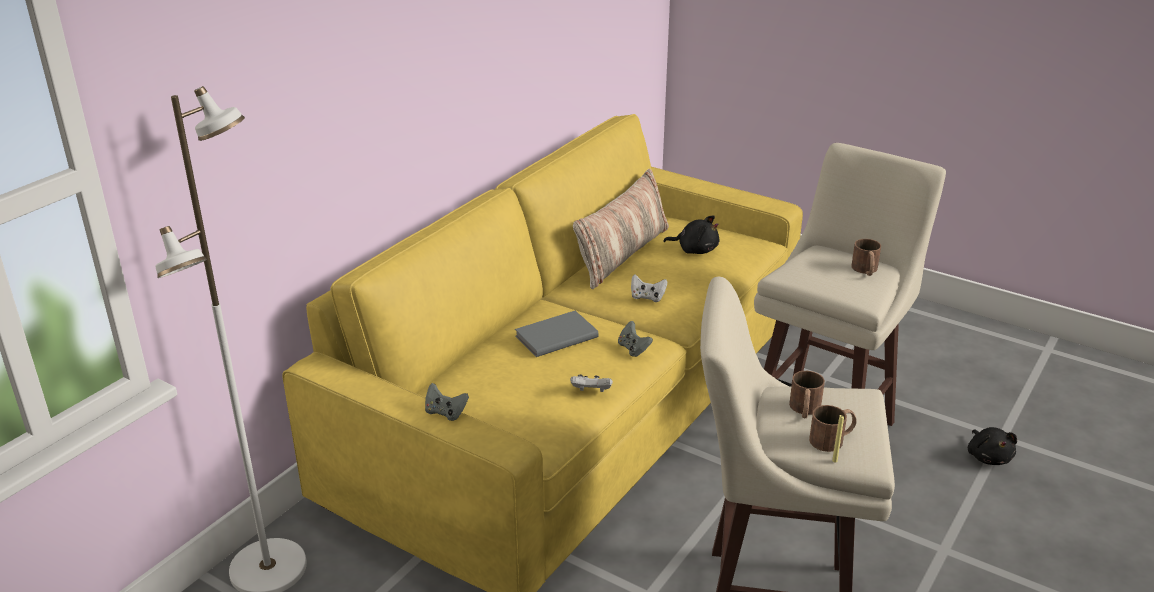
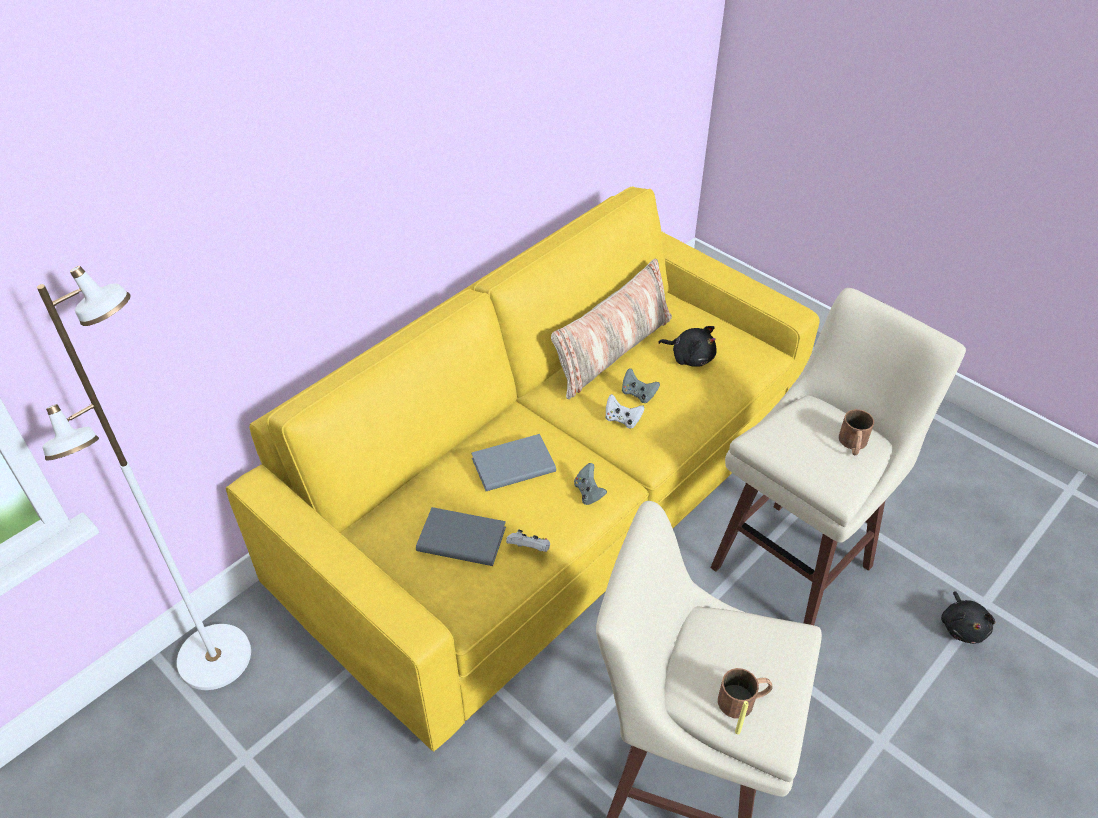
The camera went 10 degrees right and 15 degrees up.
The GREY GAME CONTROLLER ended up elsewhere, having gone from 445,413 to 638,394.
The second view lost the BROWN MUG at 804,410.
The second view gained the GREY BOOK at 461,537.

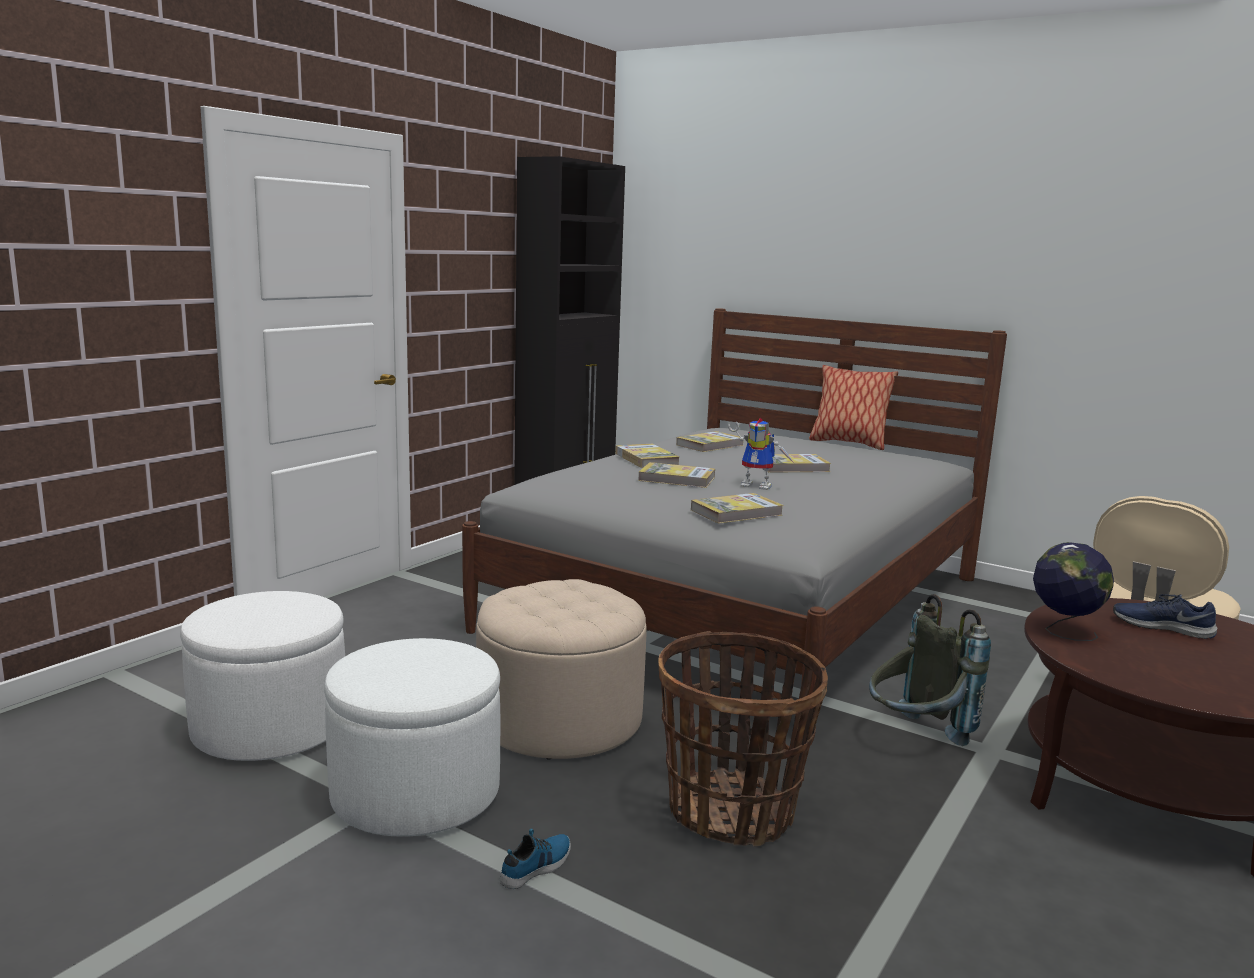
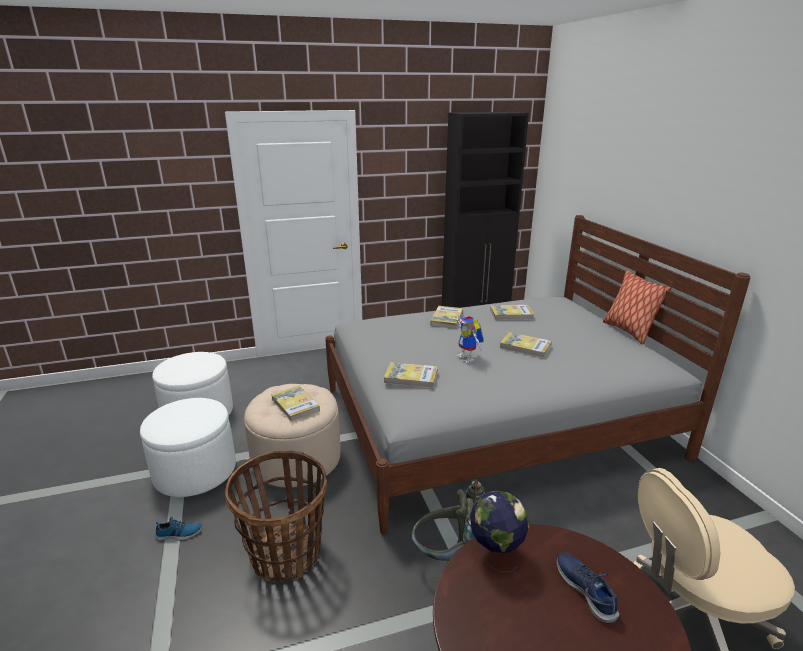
The camera went 40 degrees right and 10 degrees up.
The BOOK ended up elsewhere, having gone from 677,479 to 295,405.

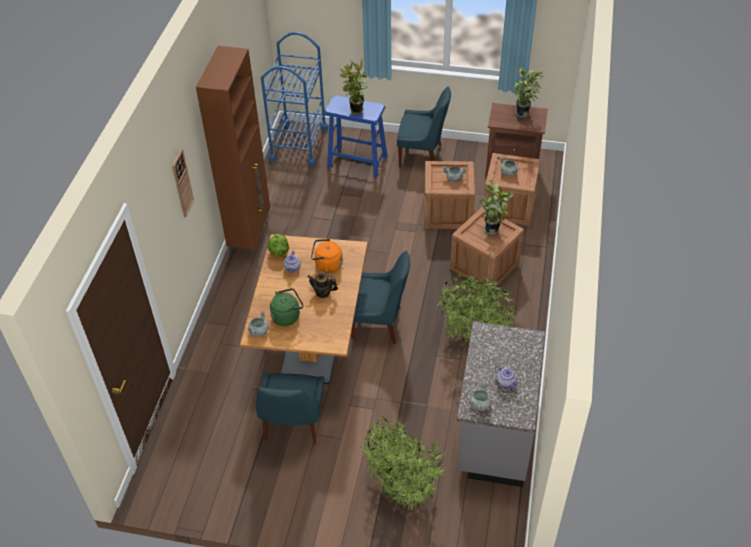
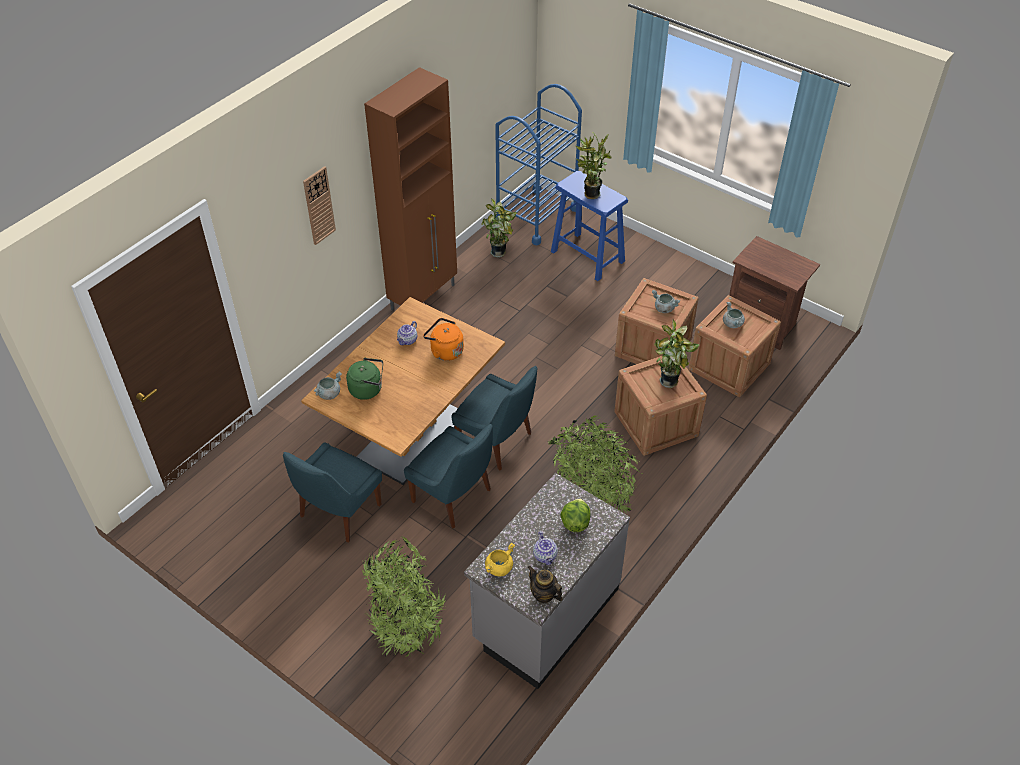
The camera went 25 degrees right and 0 degrees up.
The LETTUCE ended up elsewhere, having gone from 279,251 to 575,523.
The TEAPOT ended up elsewhere, having gone from 323,292 to 544,594.
The BLUE CHAIR ended up elsewhere, having gone from 422,156 to 454,497.
What was the GREY COOKING POT at 479,404 turned into the YELLOW COOKING POT at 499,567.
The POTTED PLANT ended up elsewhere, having gone from 523,113 to 500,253.

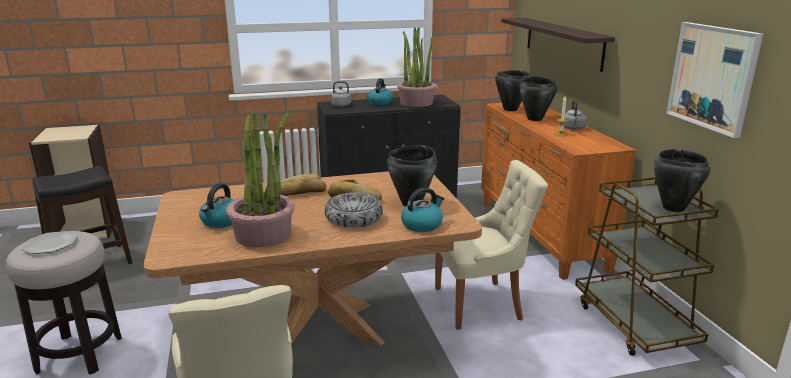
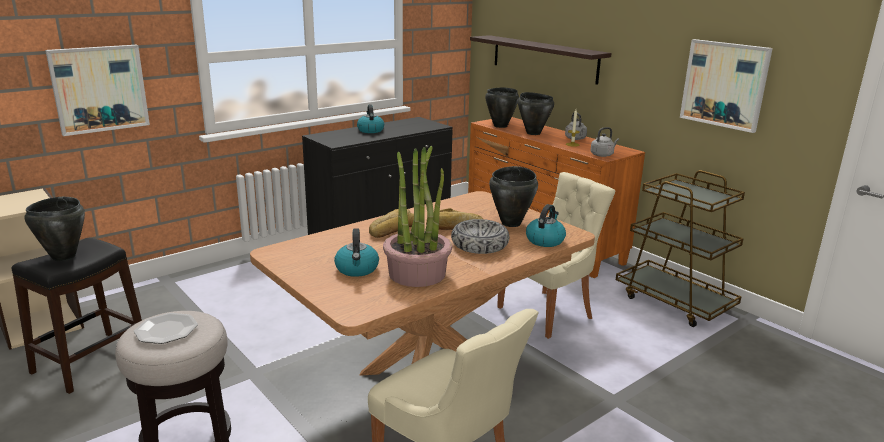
The camera went 25 degrees left and 0 degrees up.
The GREY KETTLE ended up elsewhere, having gone from 342,105 to 602,155.
The second view lost the POTTED PLANT at 416,102.
The BLACK COOKING POT ended up elsewhere, having gone from 673,208 to 63,257.
The second view gained the PICTURE at 99,89.

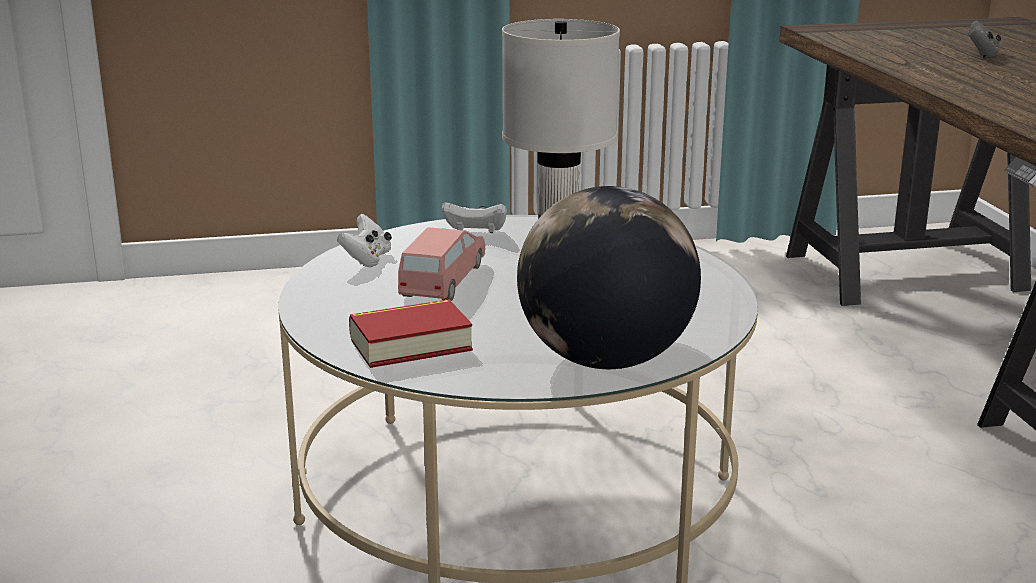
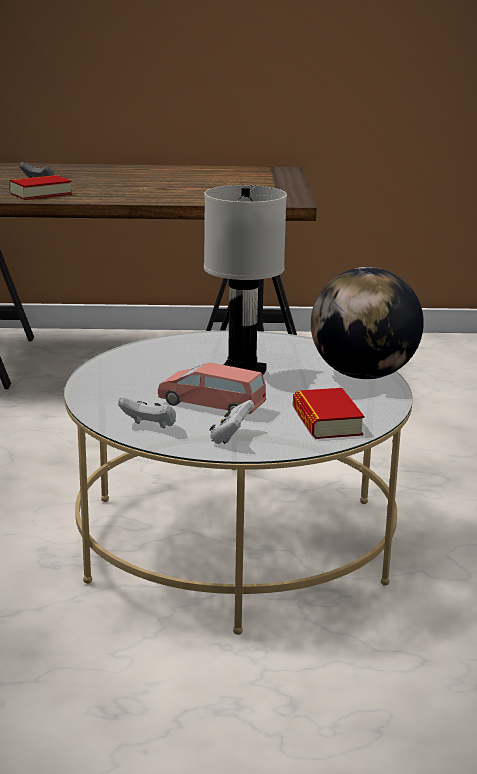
The camera went 80 degrees left and 0 degrees up.
The WHITE GAME CONTROLLER ended up elsewhere, having gone from 475,233 to 231,438.
The second view gained the BOOK at 40,194.

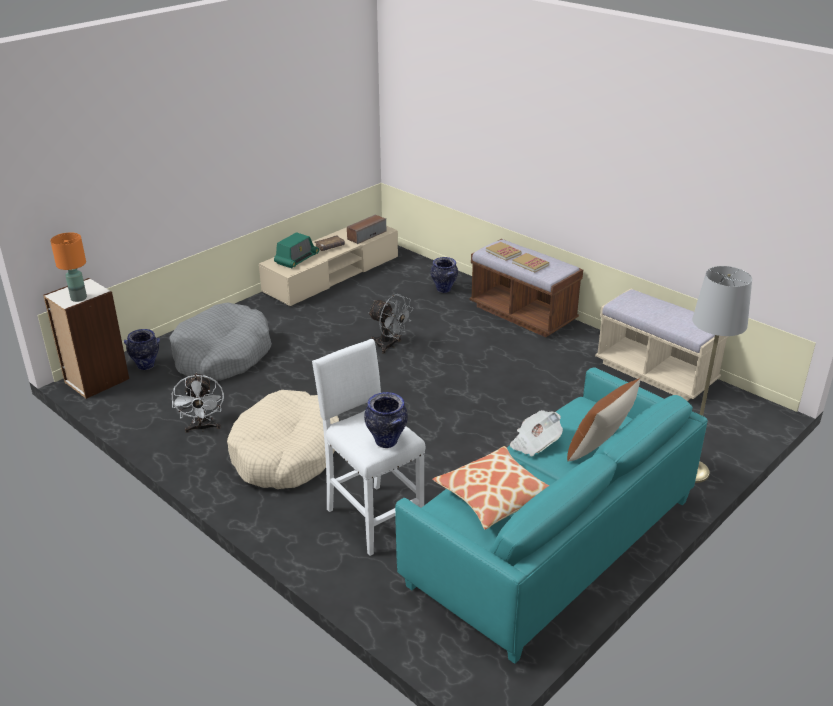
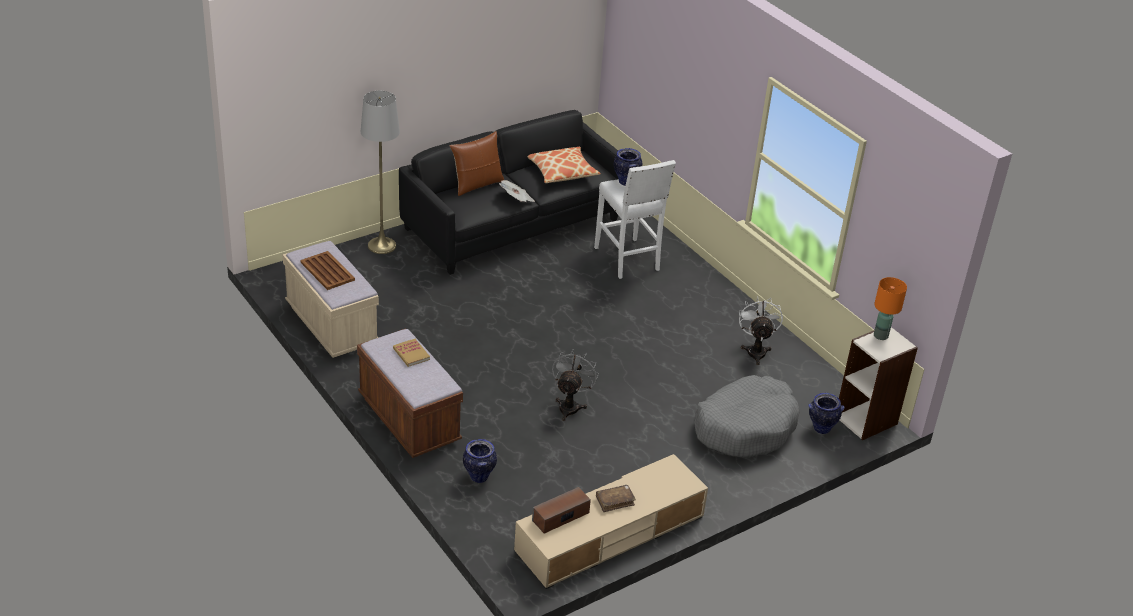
The camera went 170 degrees left and 5 degrees up.
The second view lost the BEIGE DOG BED at 286,453.
The second view lost the RADIO at 296,259.
The GREY FAN at 389,346 ended up facing another way, 60 degrees clockwise from before.
What was the TURQUOISE SOFA at 551,541 turned into the BLACK SOFA at 513,224.
The second view lost the BOOK at 503,252.
The second view gained the BROWN TRAY at 327,271.

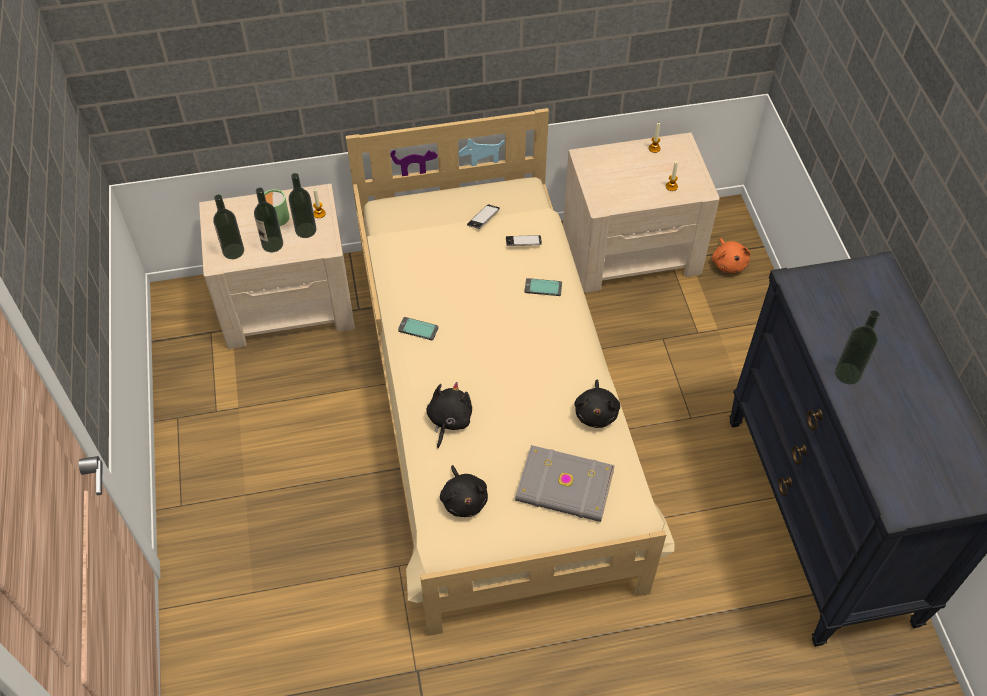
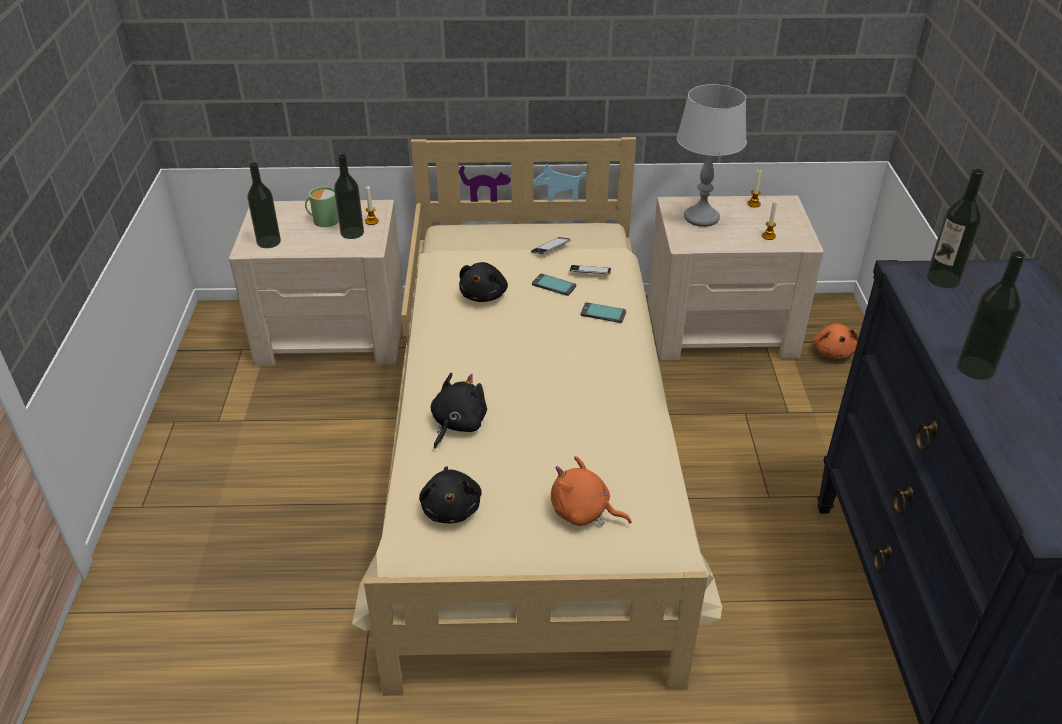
The camera went 10 degrees right and 15 degrees down.
The BOTTLE ended up elsewhere, having gone from 272,244 to 943,279.
The PHONE ended up elsewhere, having gone from 418,329 to 553,285.
Where the GREY BOOK stood at 565,488, the ORANGE PLUSH TOY came to stand at 583,512.
The BLACK PLUSH TOY ended up elsewhere, having gone from 596,412 to 484,295.
The second view gained the GREY TABLE LAMP at 702,217.

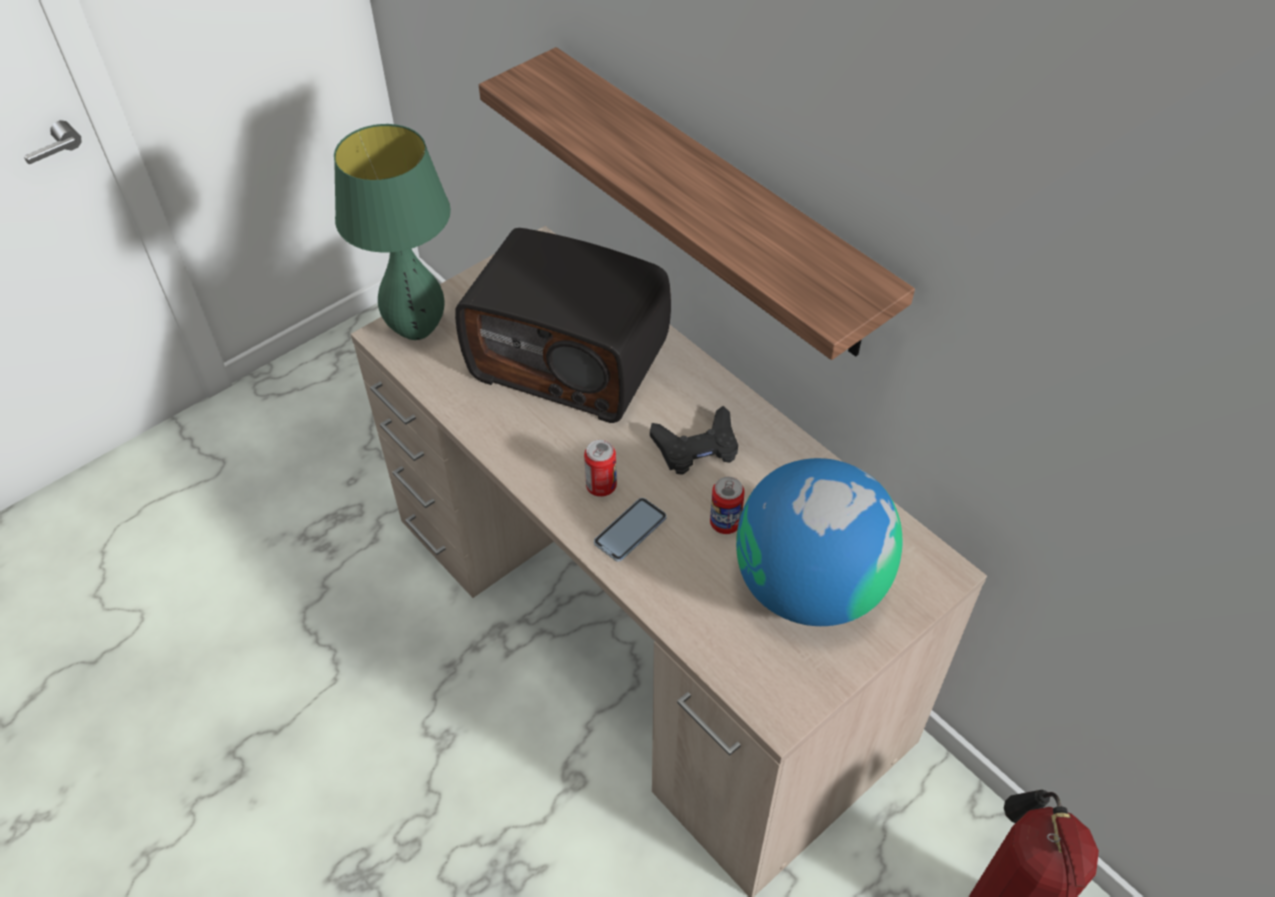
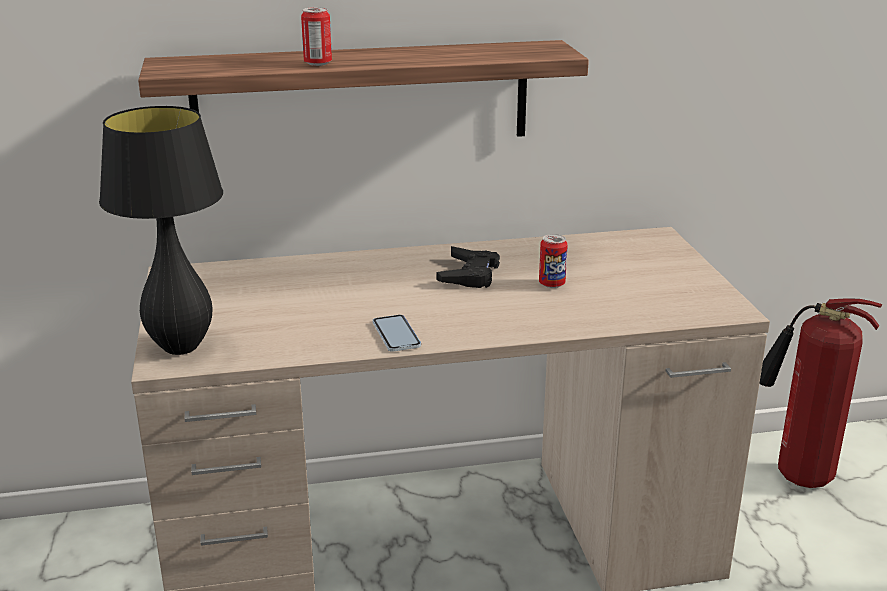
The camera went 60 degrees left and 25 degrees down.
What was the GREEN TABLE LAMP at 416,329 turned into the BLACK TABLE LAMP at 180,347.
The second view lost the RADIO at 571,359.
The CAN ended up elsewhere, having gone from 601,486 to 318,63.
The PHONE ended up elsewhere, having gone from 630,530 to 396,335.
The second view lost the GLOBE at 809,586.

